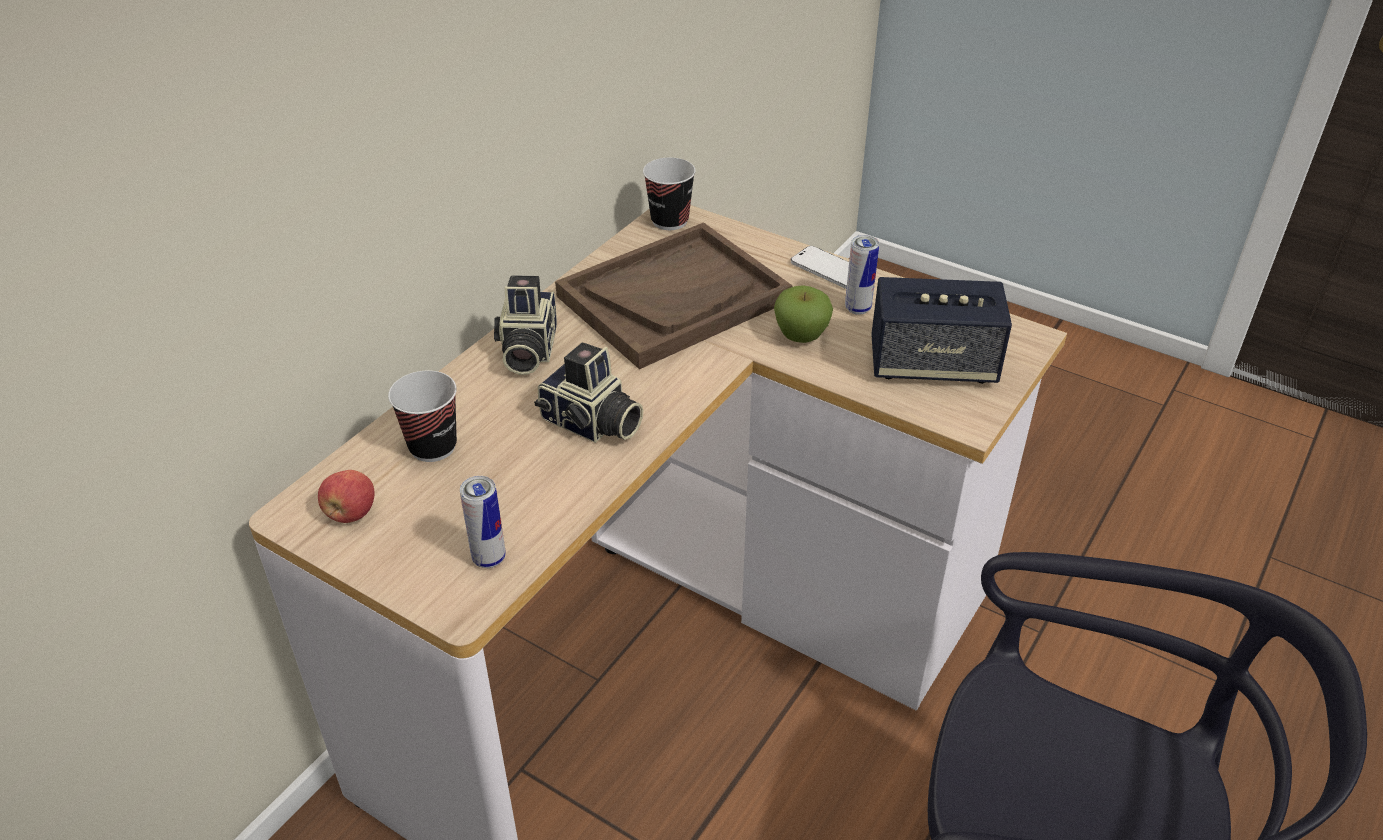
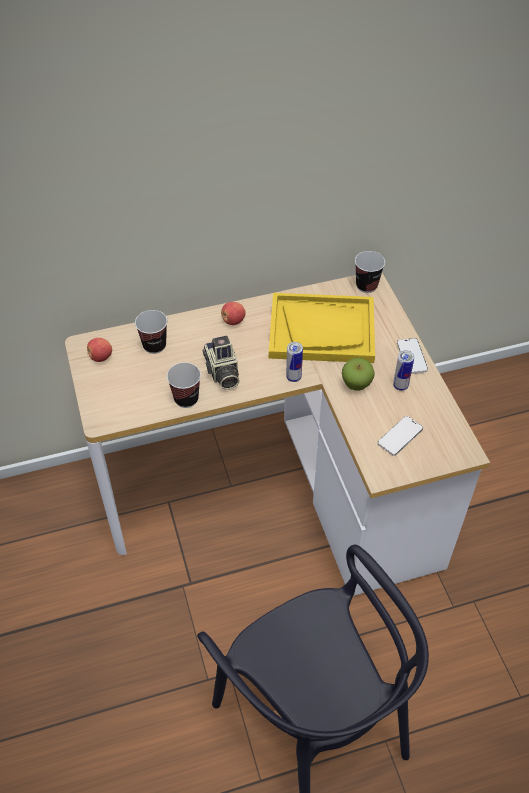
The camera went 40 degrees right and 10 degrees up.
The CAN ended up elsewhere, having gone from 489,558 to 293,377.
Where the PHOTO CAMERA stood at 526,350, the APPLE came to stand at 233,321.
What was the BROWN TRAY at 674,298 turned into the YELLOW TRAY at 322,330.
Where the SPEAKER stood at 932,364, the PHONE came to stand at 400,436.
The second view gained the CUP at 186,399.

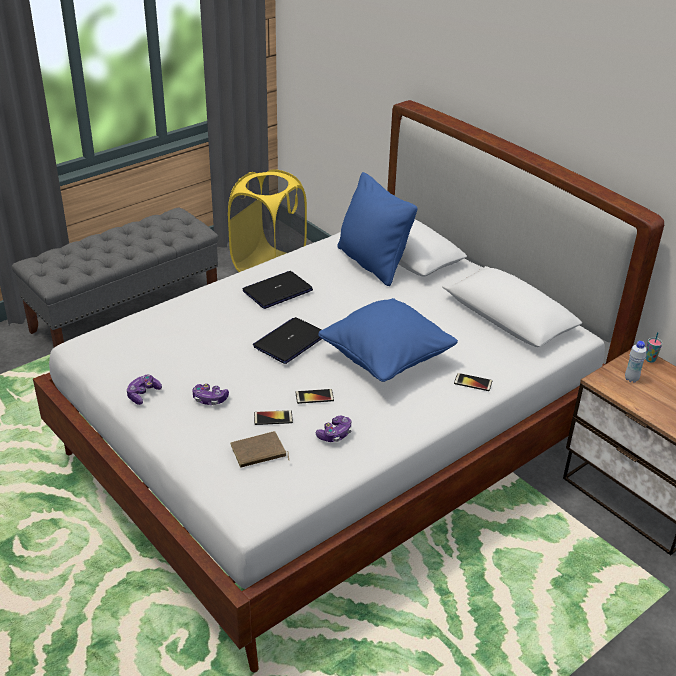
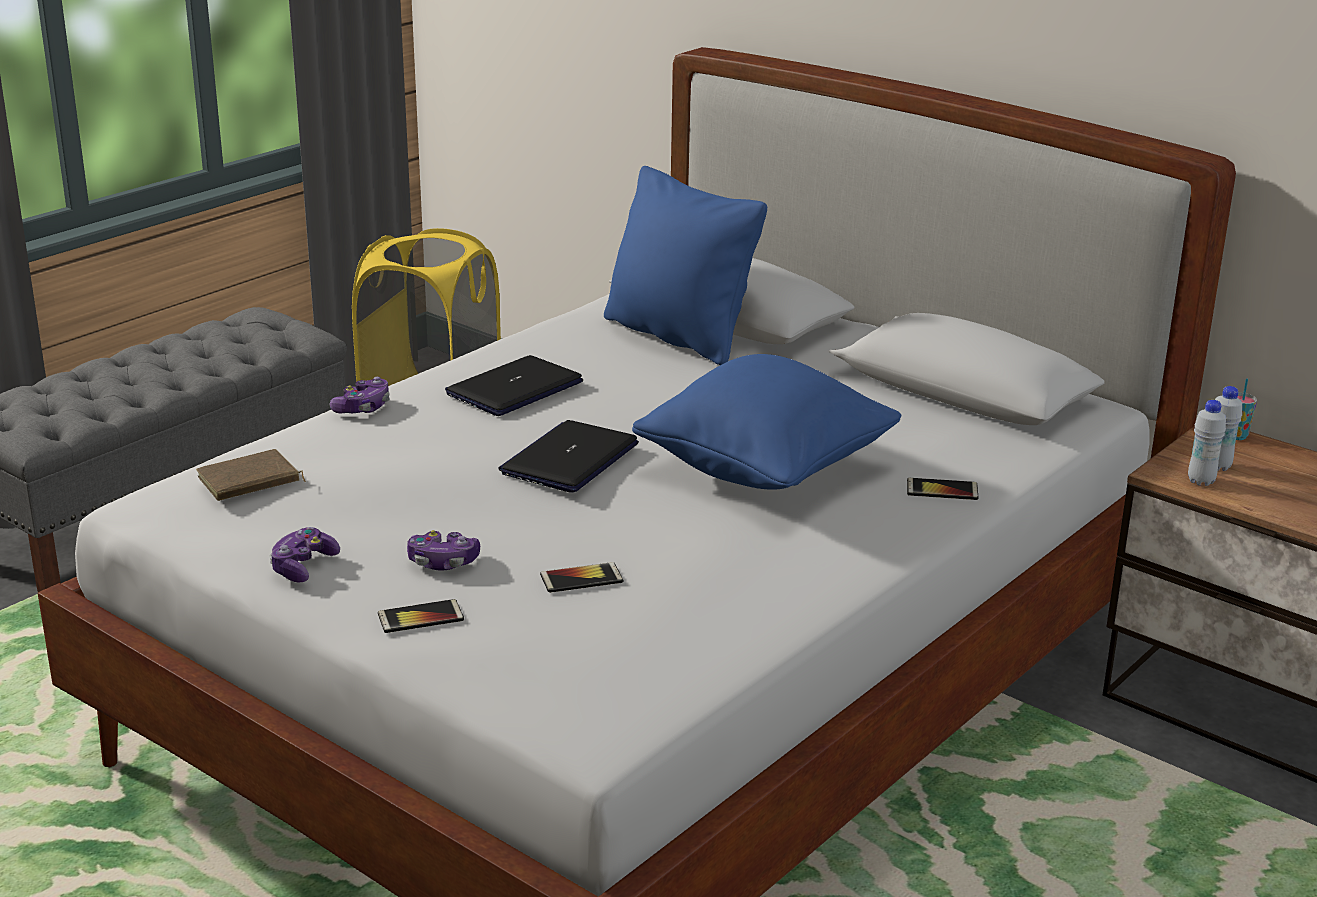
The camera went 10 degrees left and 10 degrees down.
The BROWN BOOK ended up elsewhere, having gone from 258,453 to 249,482.
The PHONE ended up elsewhere, having gone from 314,397 to 420,617.
The GAME CONTROLLER ended up elsewhere, having gone from 335,434 to 363,408.
The second view gained the WHITE BOTTLE at 1201,481.

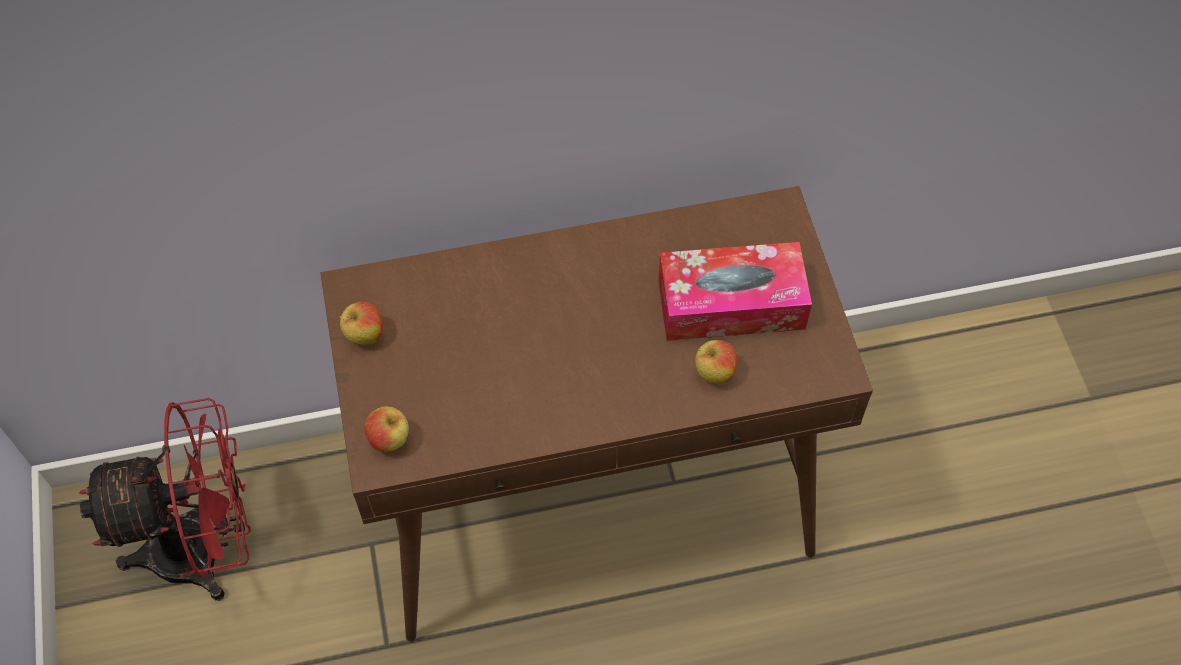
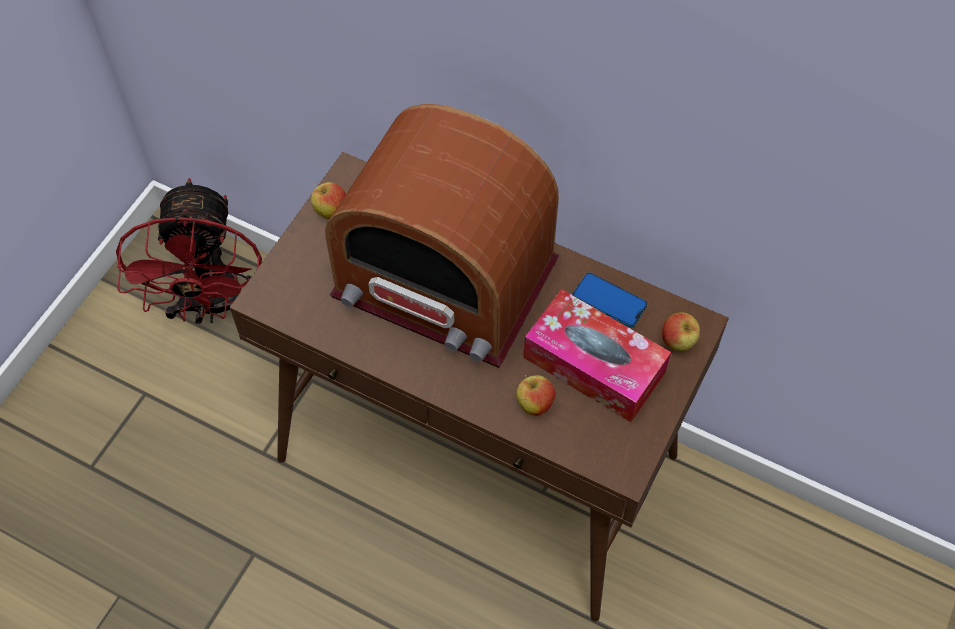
The camera went 40 degrees right and 0 degrees up.
The RED FAN at 206,549 ended up facing another way, 60 degrees clockwise from before.
The APPLE ended up elsewhere, having gone from 389,440 to 677,342.
The second view gained the RADIO at 445,280.
The second view gained the PHONE at 609,301.

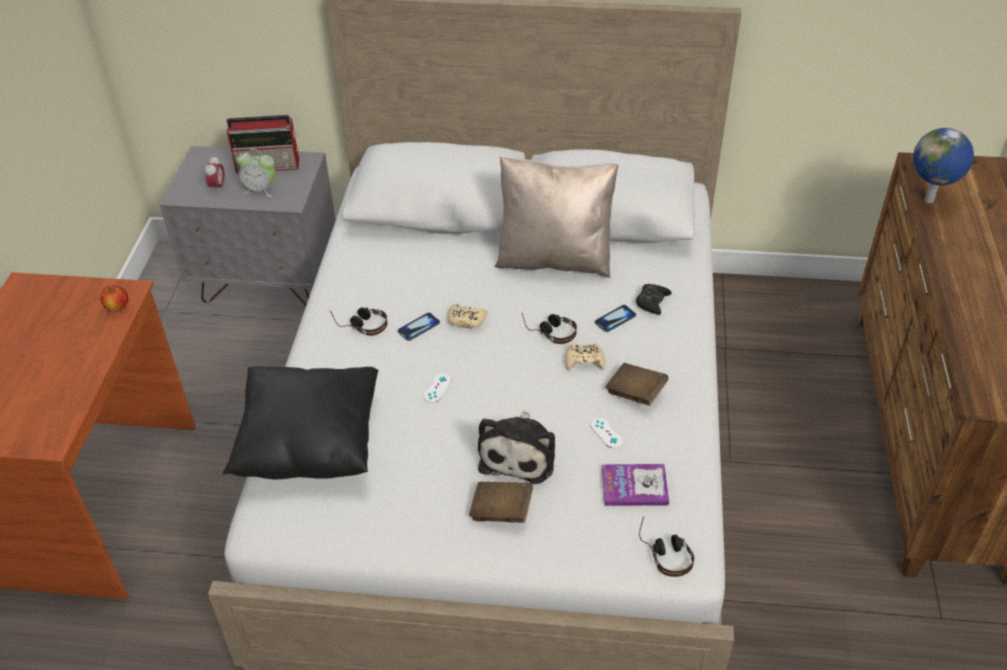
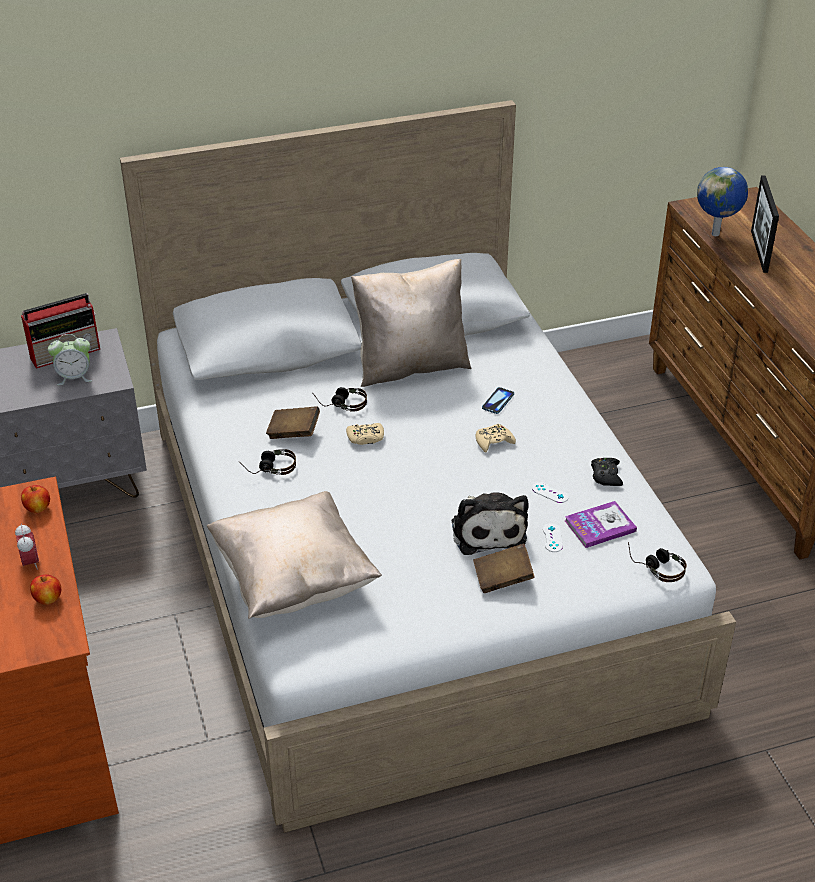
The camera went 25 degrees left and 5 degrees down.
The ALARM CLOCK ended up elsewhere, having gone from 217,187 to 30,563.
What was the BLACK PILLOW at 310,445 turned into the BEIGE PILLOW at 294,580.
The second view lost the PHONE at 418,327.
The WHITE GAME CONTROLLER ended up elsewhere, having gone from 437,388 to 552,538.
The HEADPHONES ended up elsewhere, having gone from 549,331 to 340,404.
The BROWN BOOK ended up elsewhere, having gone from 635,393 to 293,433.
The BLACK GAME CONTROLLER ended up elsewhere, having gone from 652,302 to 606,475.
The second view gained the APPLE at 48,599.
The second view gained the PICTURE FRAME at 759,251.

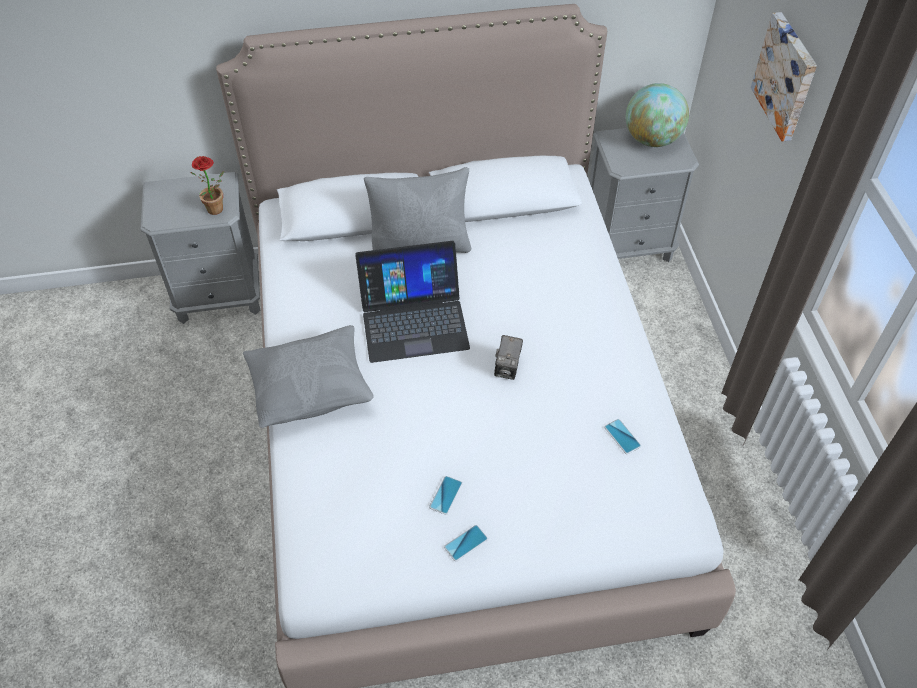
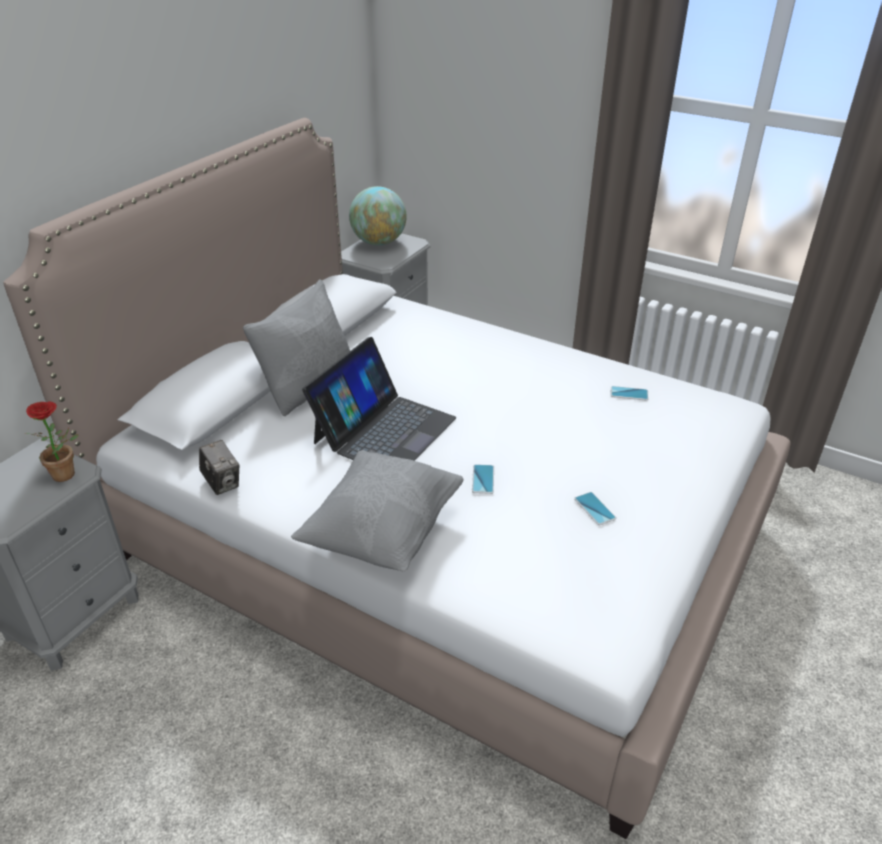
The camera went 50 degrees left and 15 degrees down.
The PHONE ended up elsewhere, having gone from 466,543 to 483,479.
The PHOTO CAMERA ended up elsewhere, having gone from 507,368 to 222,483.
The second view lost the PICTURE at 787,76.

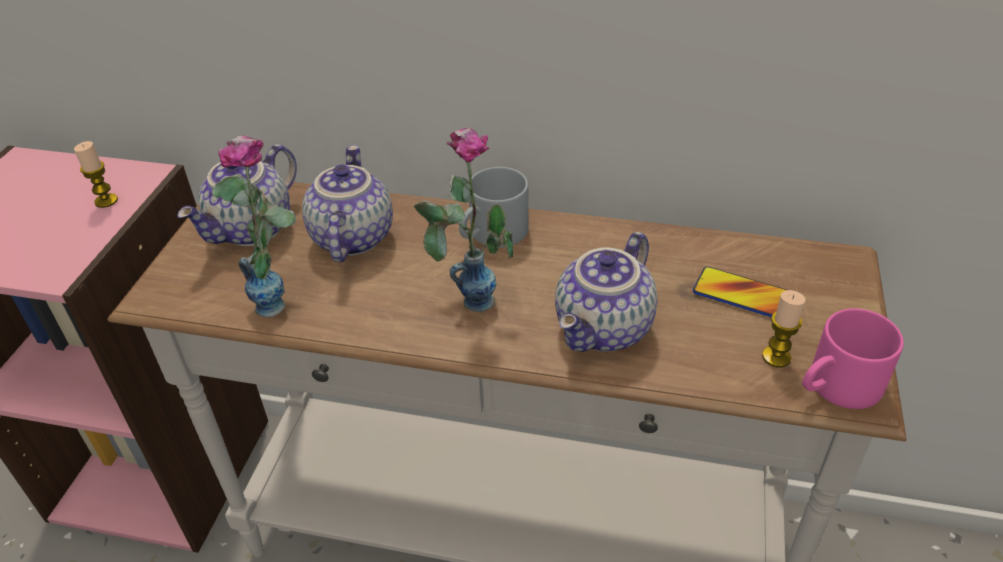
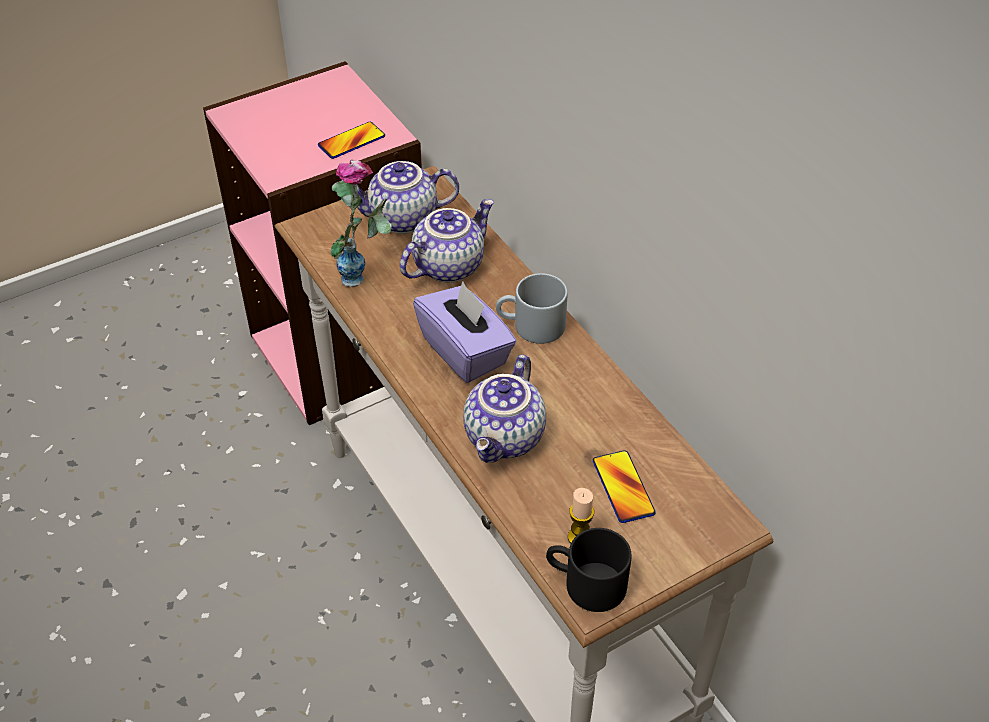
The camera went 45 degrees right and 5 degrees up.
Where the CANDLE stood at 106,201, the PHONE came to stand at 351,141.
Where the VASE stood at 467,290, the PURPLE TISSUE BOX came to stand at 465,351.
The TEAPOT at 605,330 ended up facing another way, 60 degrees counterclockwise from before.
What was the PINK MUG at 837,387 turned into the BLACK MUG at 585,584.

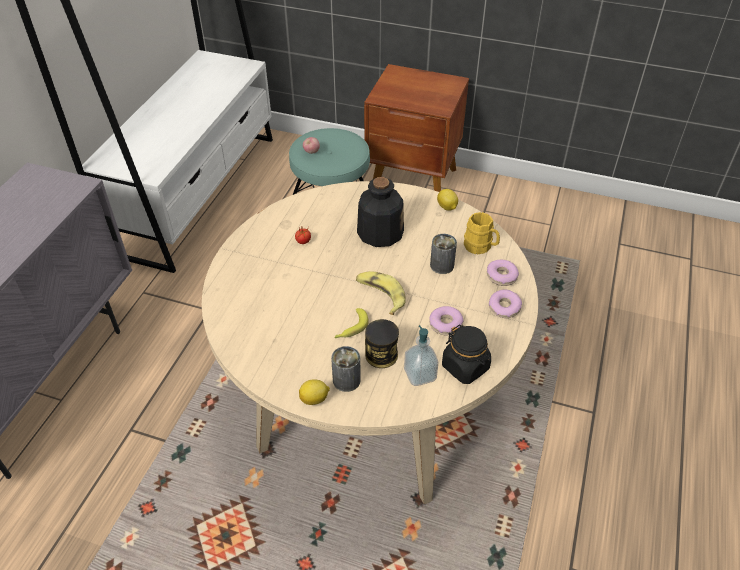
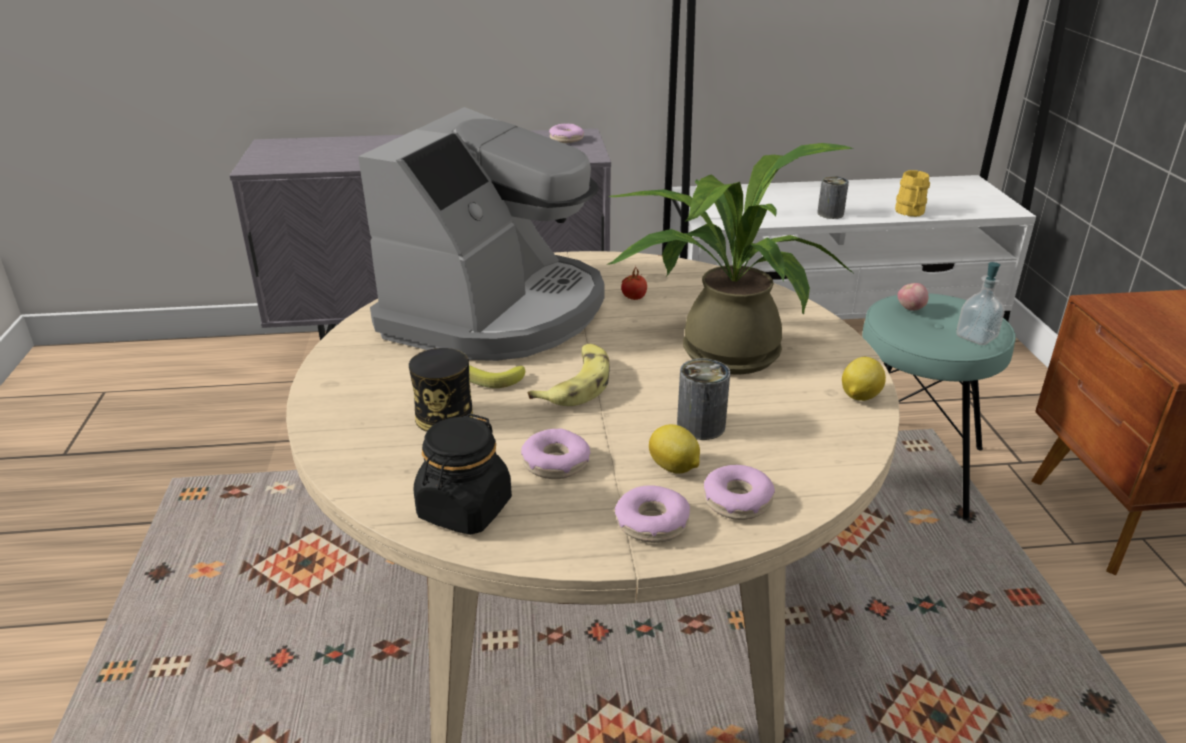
The camera went 65 degrees right and 15 degrees down.
The LEMON ended up elsewhere, having gone from 315,399 to 674,468.
The CAN ended up elsewhere, having gone from 346,380 to 830,214.
Where the BOTTLE stood at 379,232, the POTTED PLANT came to stand at 719,349.
The SOAP DISPENSER ended up elsewhere, having gone from 420,375 to 976,337.
The YELLOW MUG ended up elsewhere, having gone from 480,247 to 910,213.
The second view gained the COFFEE MACHINE at 497,312.
The second view gained the DONUT at 566,139.

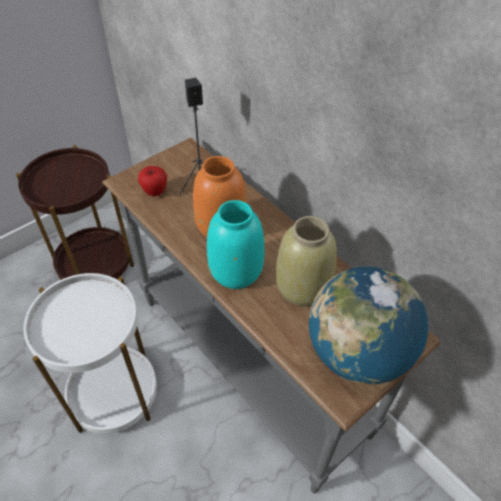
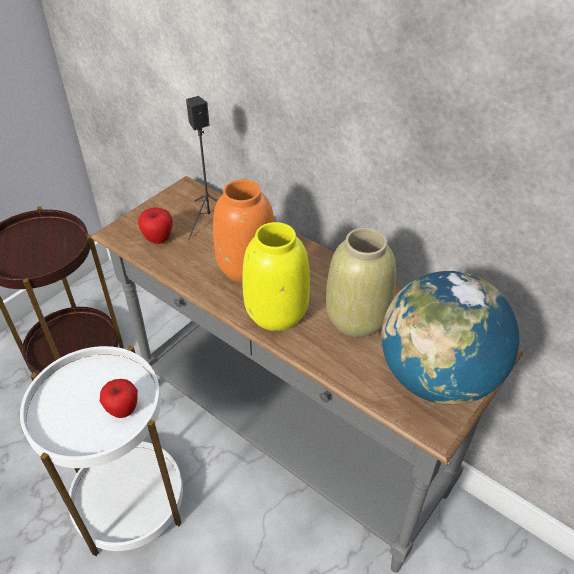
The camera went 10 degrees left and 5 degrees down.
What was the TURQUOISE VASE at 236,272 turned into the YELLOW VASE at 277,312.
The second view gained the APPLE at 123,410.

